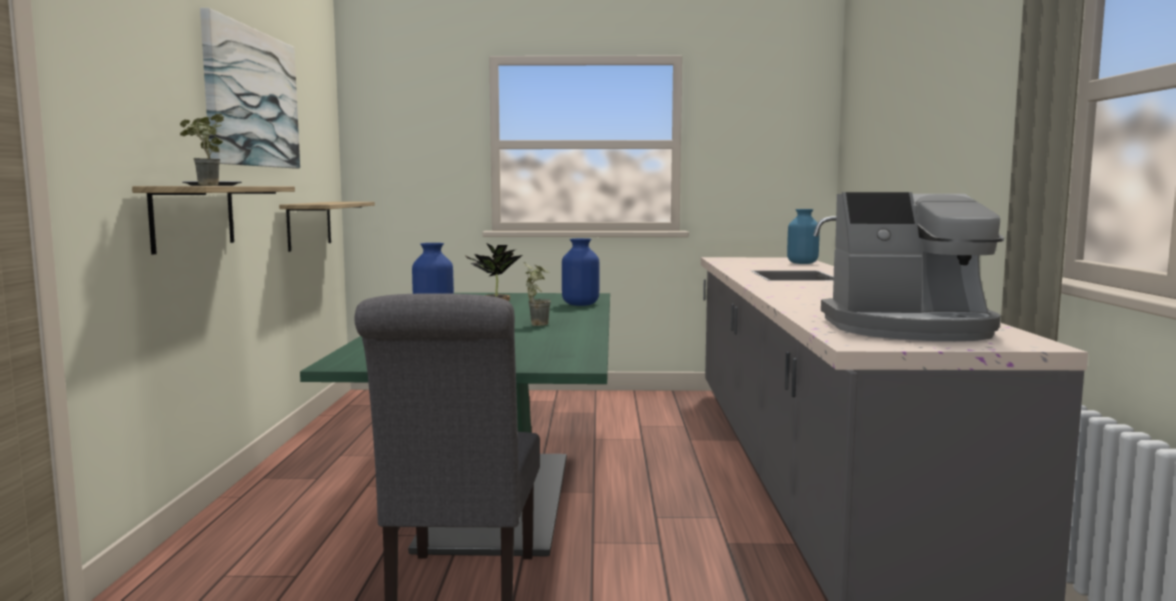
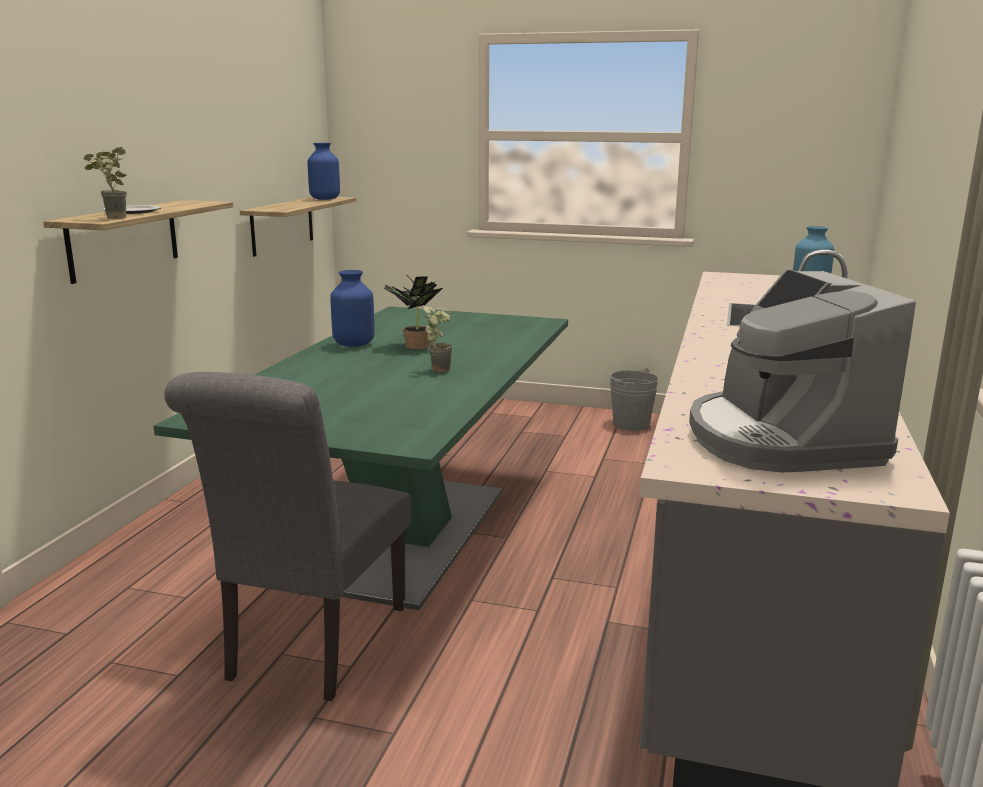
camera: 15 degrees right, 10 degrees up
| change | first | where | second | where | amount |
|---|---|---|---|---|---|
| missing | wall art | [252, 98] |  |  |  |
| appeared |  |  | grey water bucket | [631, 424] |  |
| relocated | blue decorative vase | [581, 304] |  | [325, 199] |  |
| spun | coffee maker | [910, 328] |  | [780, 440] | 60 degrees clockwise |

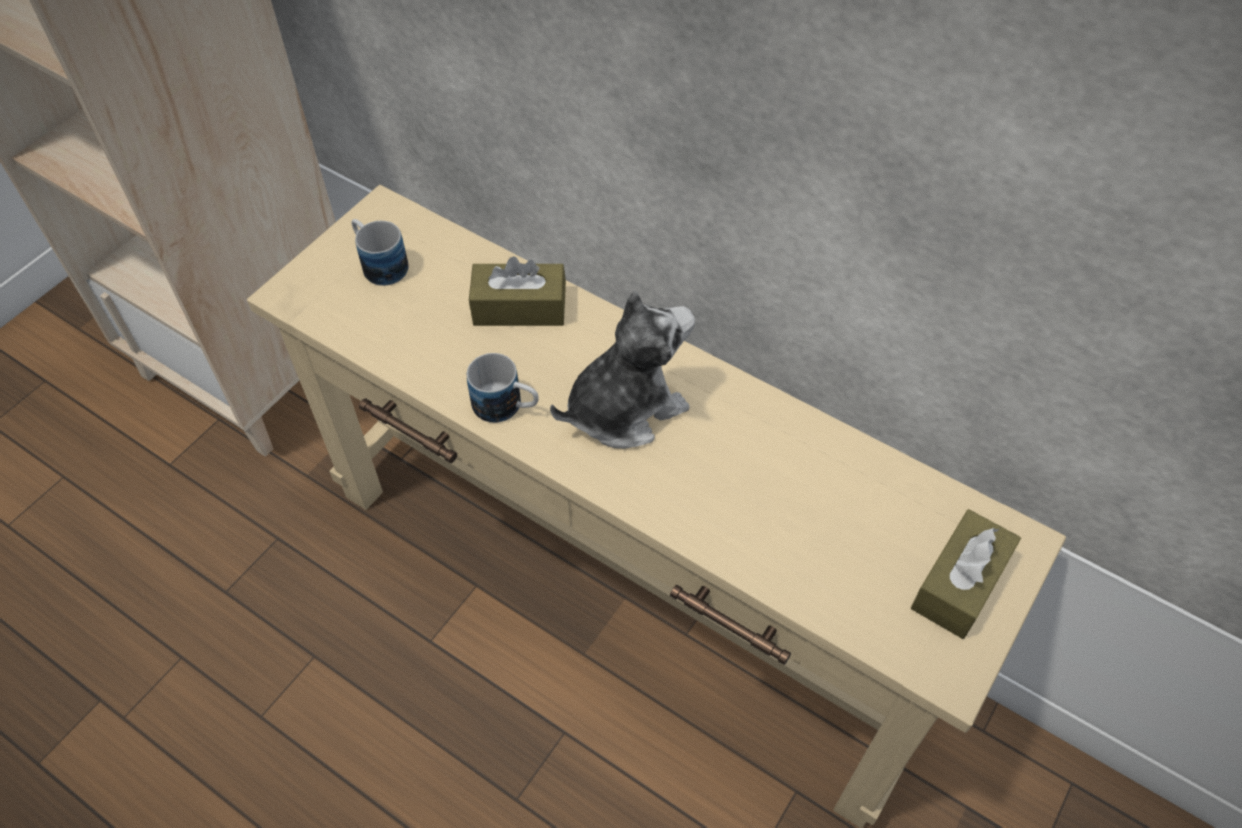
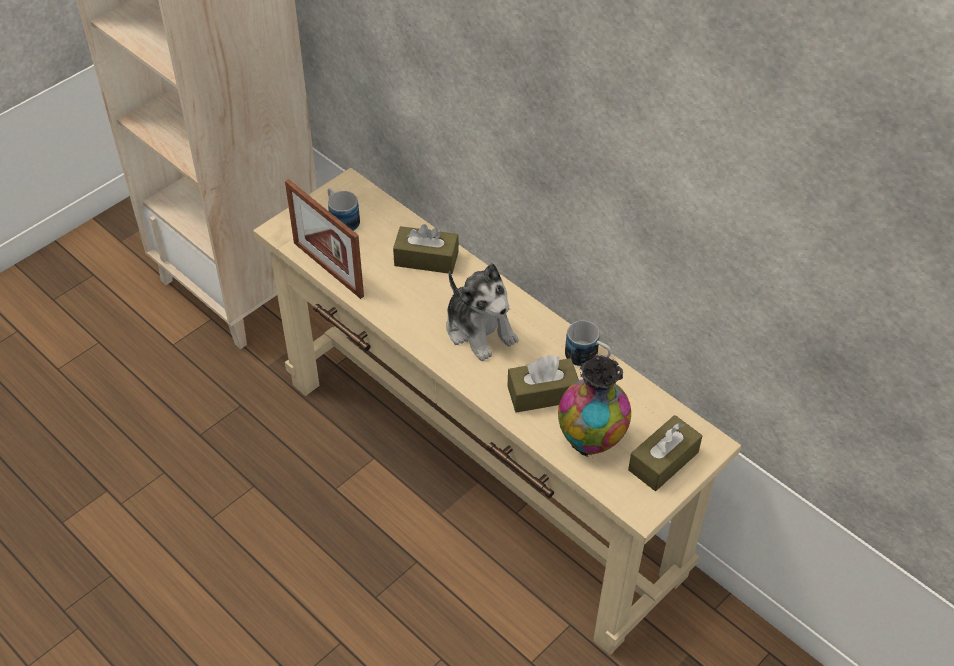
camera: 10 degrees right, 5 degrees down
| change | first | where | second | where | amount |
|---|---|---|---|---|---|
| appeared |  |  | photo frame | [328, 269] |  |
| appeared |  |  | brown-coloured tissue box | [542, 394] |  |
| appeared |  |  | decorative vase | [591, 439] |  |
| relocated | coffee mug | [507, 407] |  | [587, 357] |  |
| spun | cuddly toy | [624, 408] |  | [479, 329] | 75 degrees clockwise |

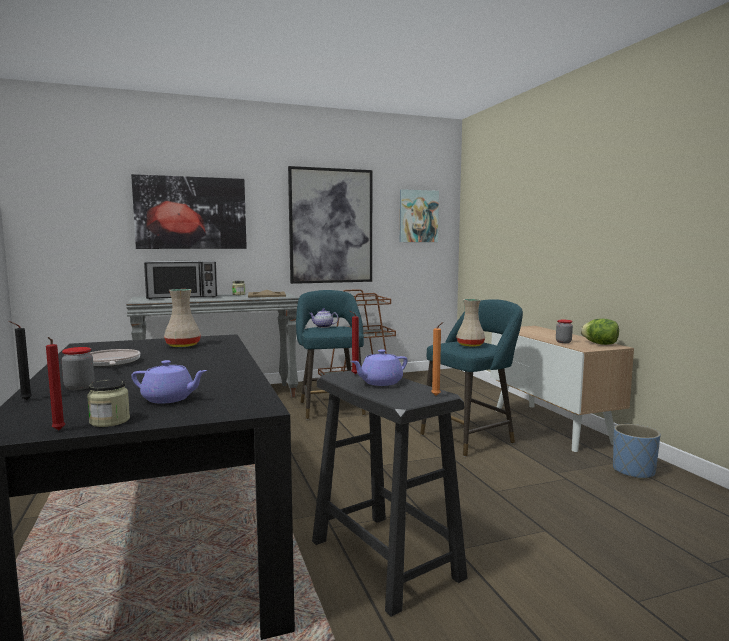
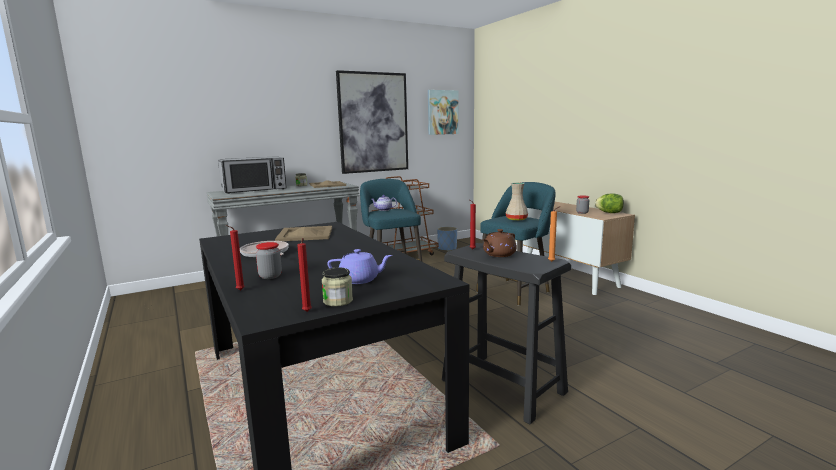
camera: 10 degrees left, 5 degrees up
| change | first | where | second | where | amount |
|---|---|---|---|---|---|
| missing | wall art | [191, 213] |  |  |  |
| relocated | blue flower pot | [633, 471] |  | [447, 248] |  |
| exchanged | beige decorative vase | [182, 345] | beige tray | [305, 234] |  |
| colour | black candle | [24, 400] | reddish candle | [239, 290] |  |
| colour | purplish teapot | [380, 382] | brown-coloured teapot | [498, 254] |  |

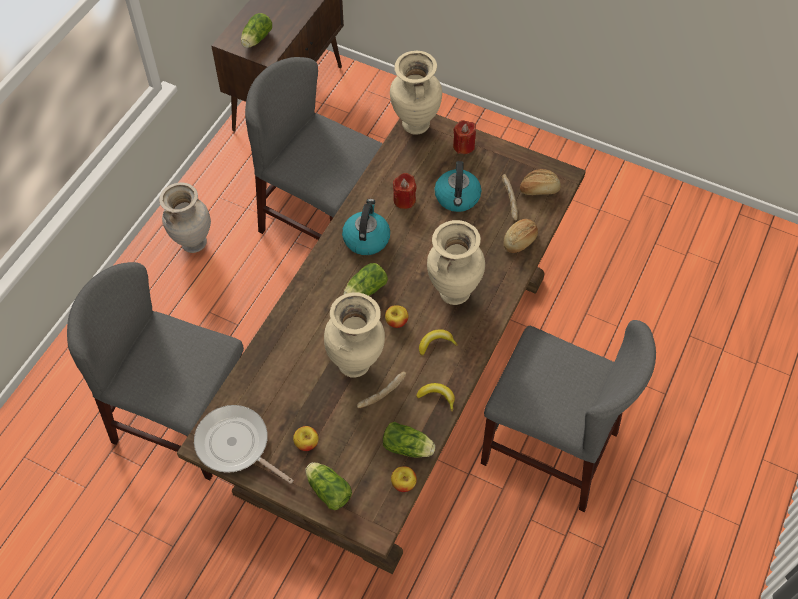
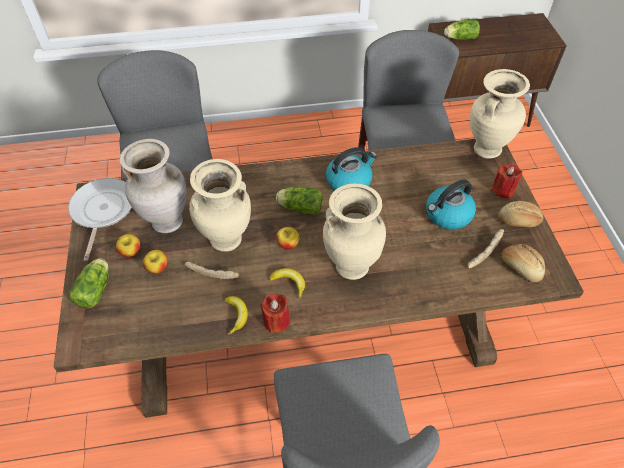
camera: 55 degrees right, 5 degrees down
| change | first | where | second | where | amount |
|---|---|---|---|---|---|
| missing | lettuce | [409, 448] |  |  |  |
| relocated | beige decorative vase | [193, 243] |  | [167, 221] |  |
| relocated | apple fruit | [403, 483] |  | [158, 268] |  |
| relocated | reddish candle | [404, 200] |  | [276, 321] |  |
| relocated | bread | [520, 241] |  | [519, 221] |  |

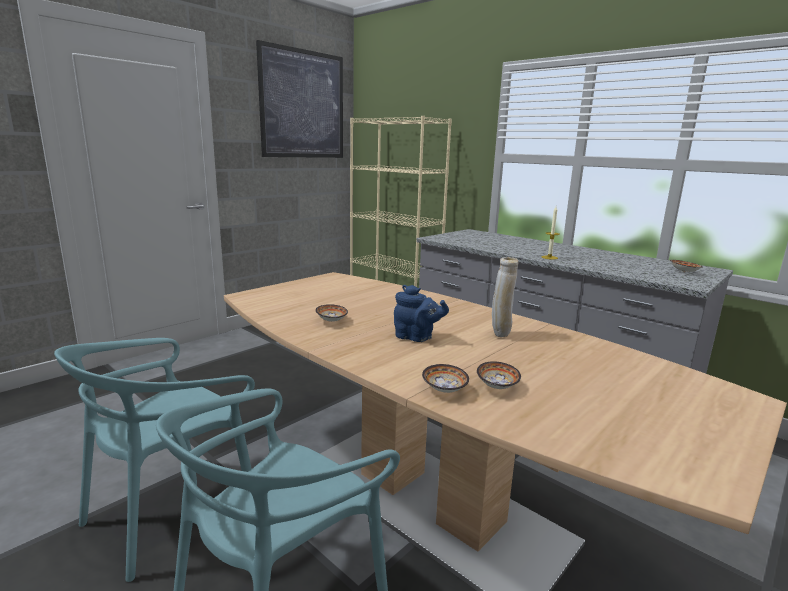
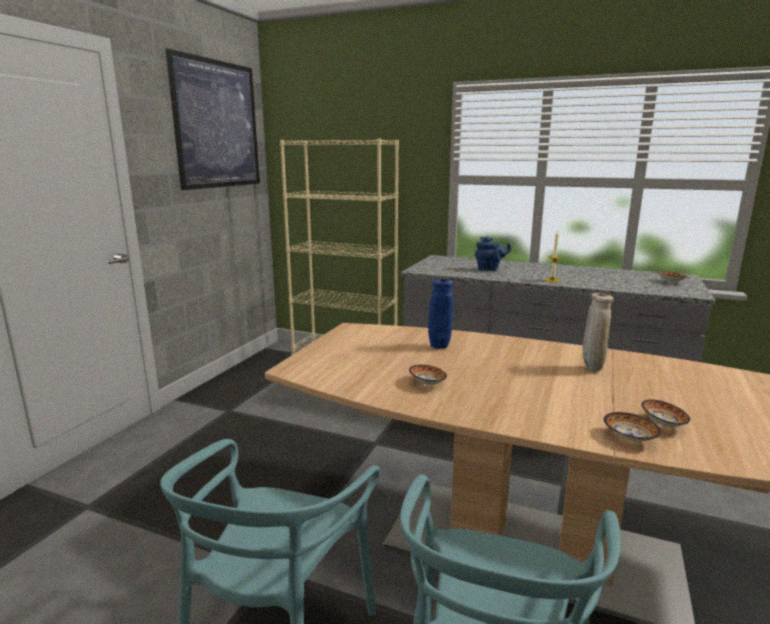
camera: 20 degrees left, 0 degrees up
| change | first | where | second | where | amount |
|---|---|---|---|---|---|
| appeared |  |  | blue decorative vase | [439, 347] |  |
| relocated | blue teapot | [416, 337] |  | [490, 269] |  |

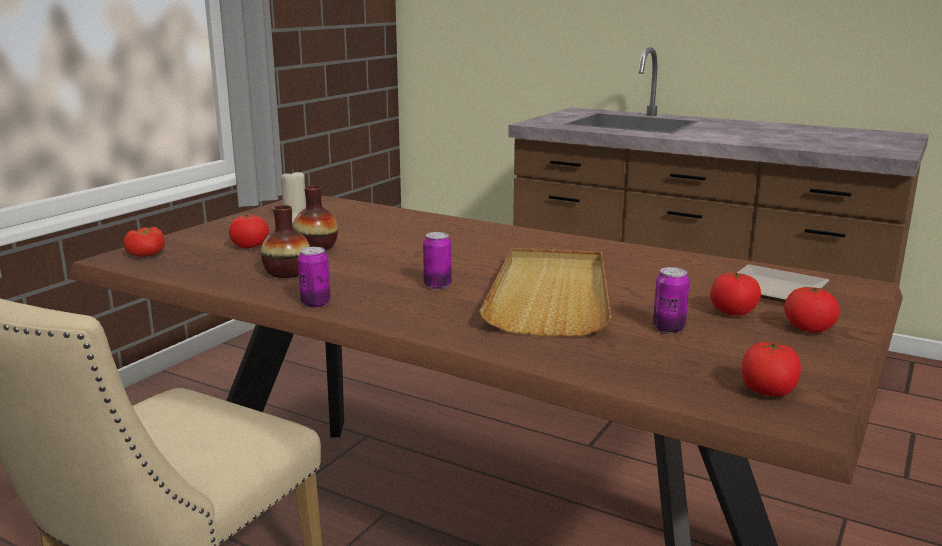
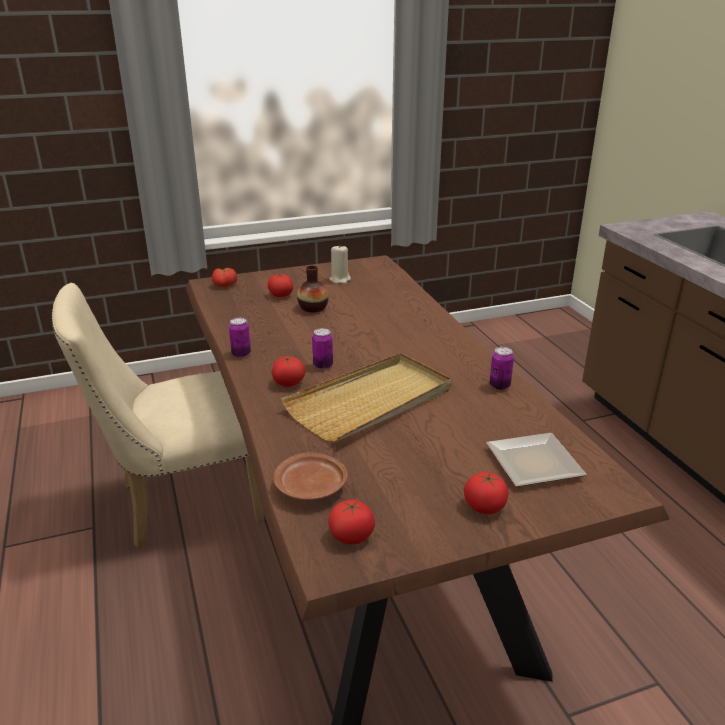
camera: 40 degrees right, 10 degrees up
| change | first | where | second | where | amount |
|---|---|---|---|---|---|
| missing | decorative vase | [287, 272] |  |  |  |
| appeared |  |  | brown-coloured plate | [311, 488] |  |
| relocated | metal can | [668, 328] |  | [499, 386] |  |
| relocated | tomato | [733, 312] |  | [289, 383] |  |

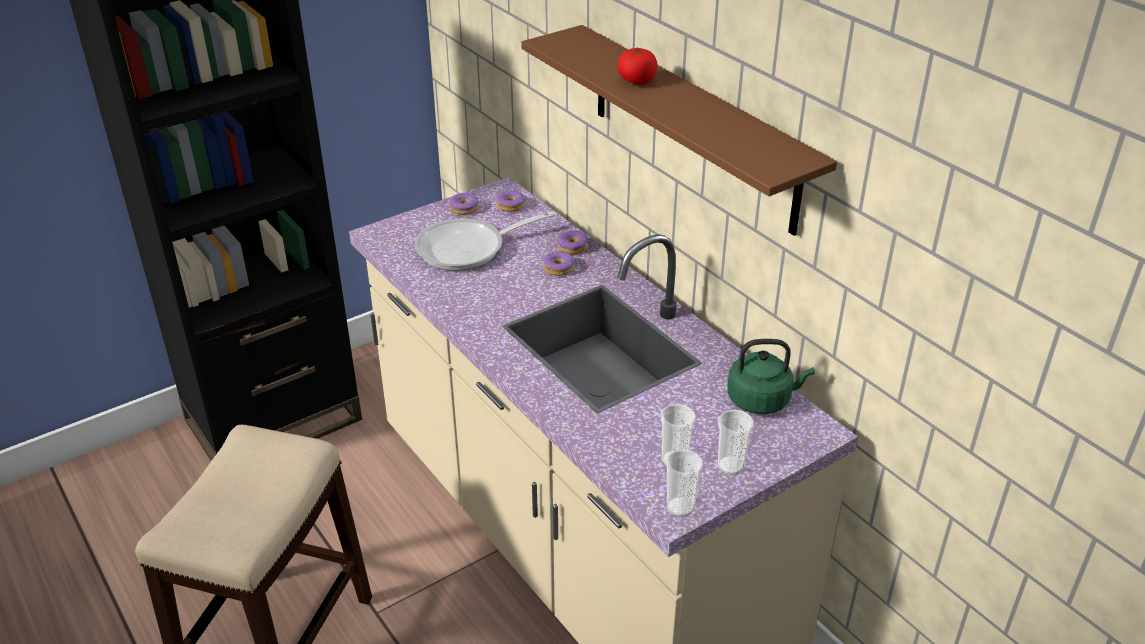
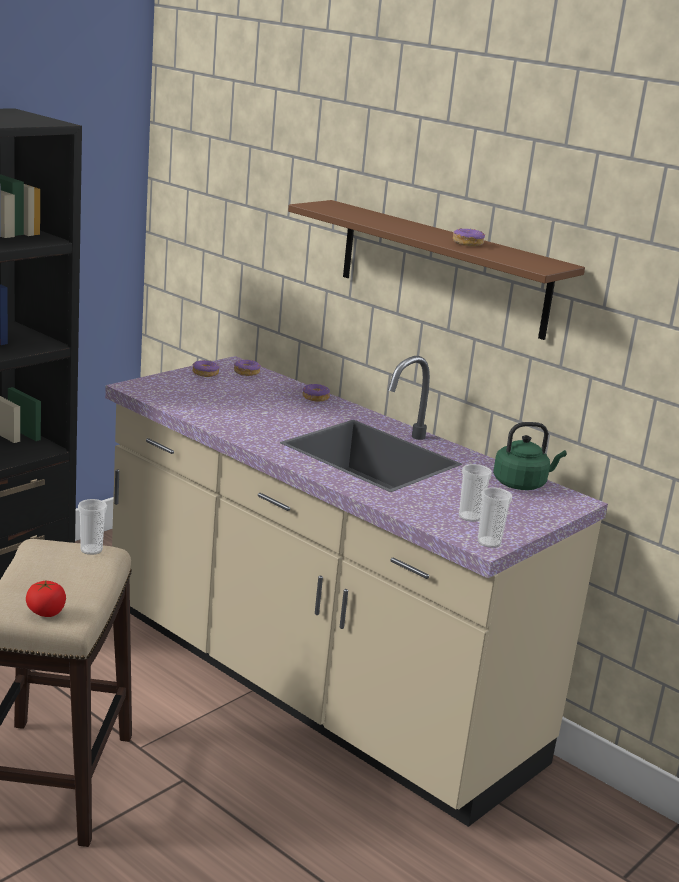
camera: 15 degrees left, 15 degrees down
| change | first | where | second | where | amount |
|---|---|---|---|---|---|
| missing | skillet | [468, 249] |  |  |  |
| relocated | doughnut | [558, 268] |  | [467, 243] |  |
| relocated | tomato | [637, 81] |  | [46, 612] |  |
| relocated | cup | [730, 466] |  | [91, 550] |  |

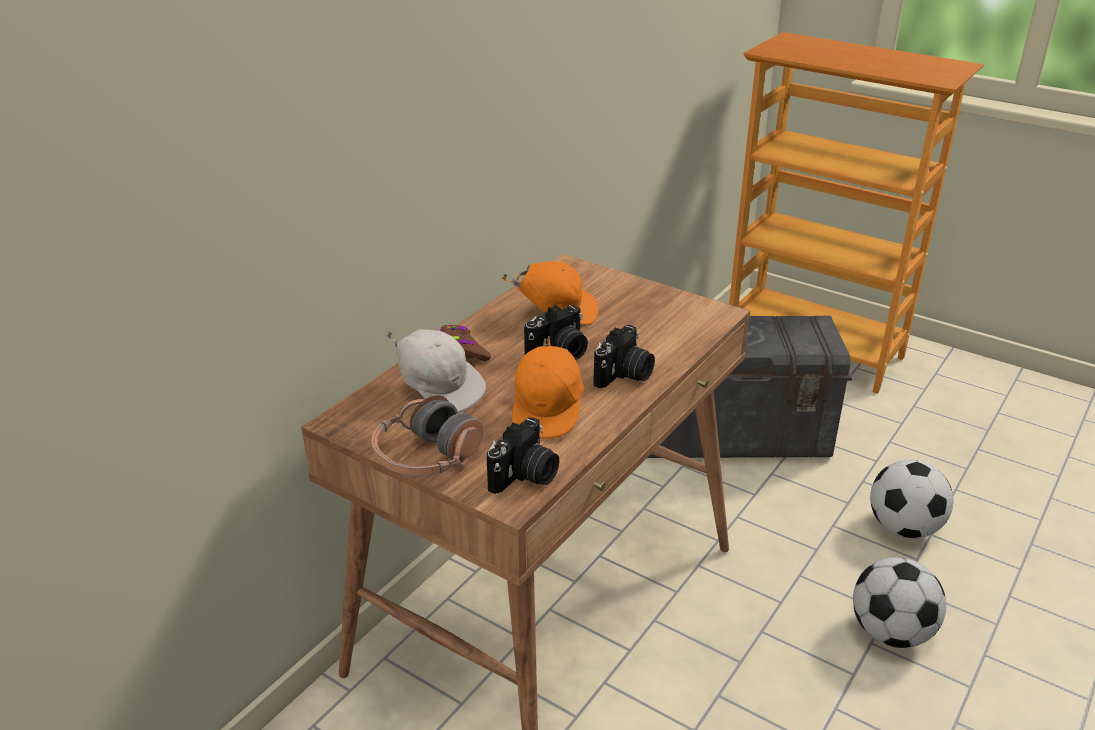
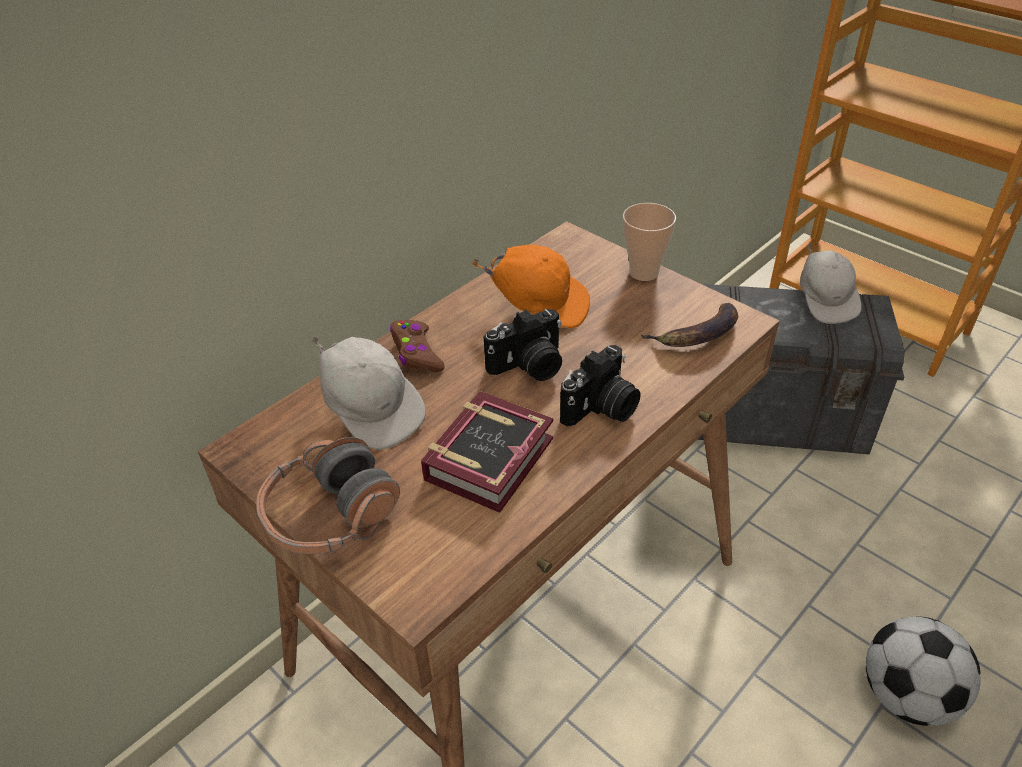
camera: 10 degrees right, 10 degrees up
| change | first | where | second | where | amount |
|---|---|---|---|---|---|
| missing | photo camera | [525, 476] |  |  |  |
| missing | football | [904, 528] |  |  |  |
| appeared |  |  | cup | [644, 272] |  |
| appeared |  |  | whole banana | [697, 334] |  |
| appeared |  |  | white peaked cap | [825, 301] |  |
| exchanged | orange-coloured peaked cap | [548, 411] | book | [495, 457] |  |

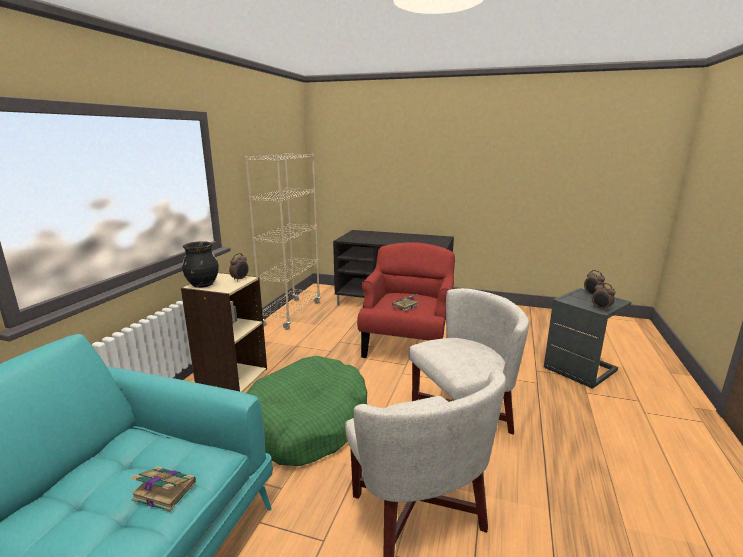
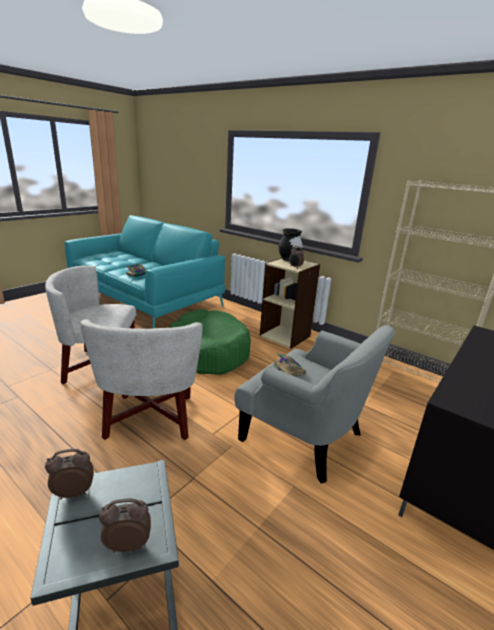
camera: 110 degrees right, 5 degrees up
| change | first | where | second | where | amount |
|---|---|---|---|---|---|
| colour | reddish lounge chair | [407, 345] | grey lounge chair | [305, 436] |  |

